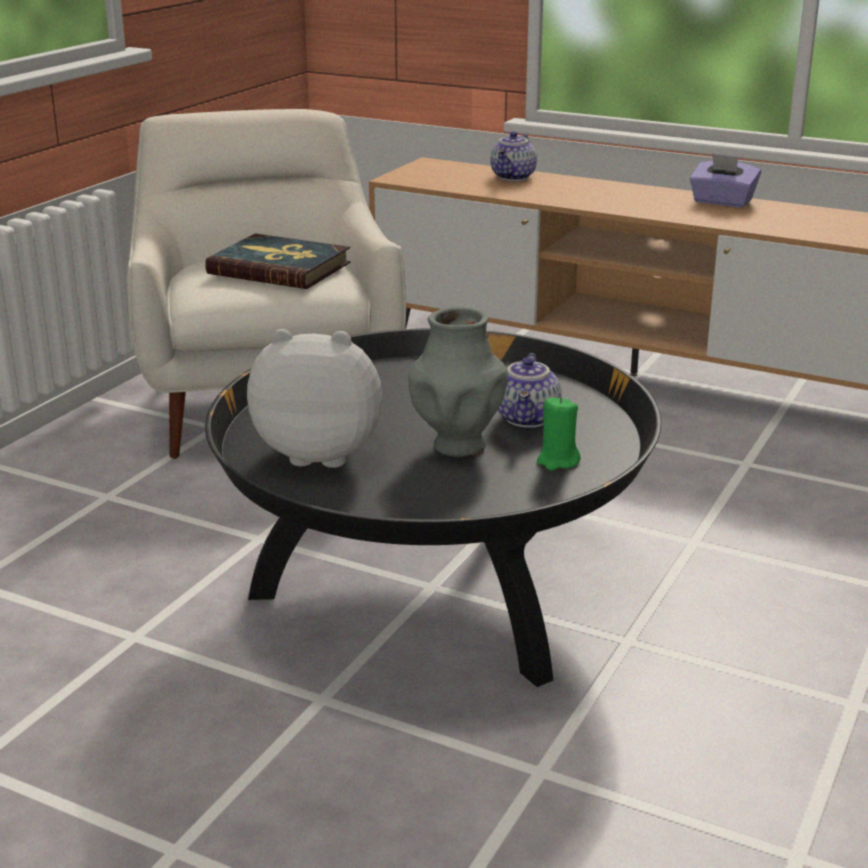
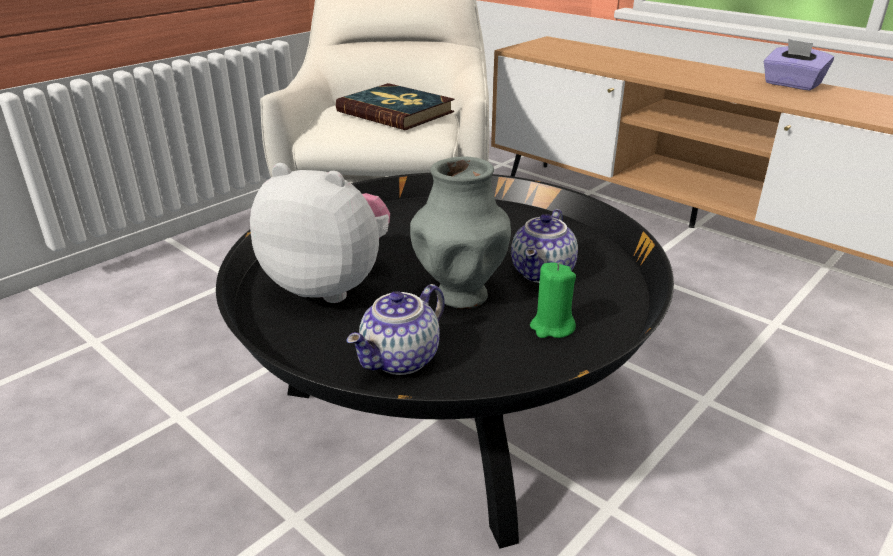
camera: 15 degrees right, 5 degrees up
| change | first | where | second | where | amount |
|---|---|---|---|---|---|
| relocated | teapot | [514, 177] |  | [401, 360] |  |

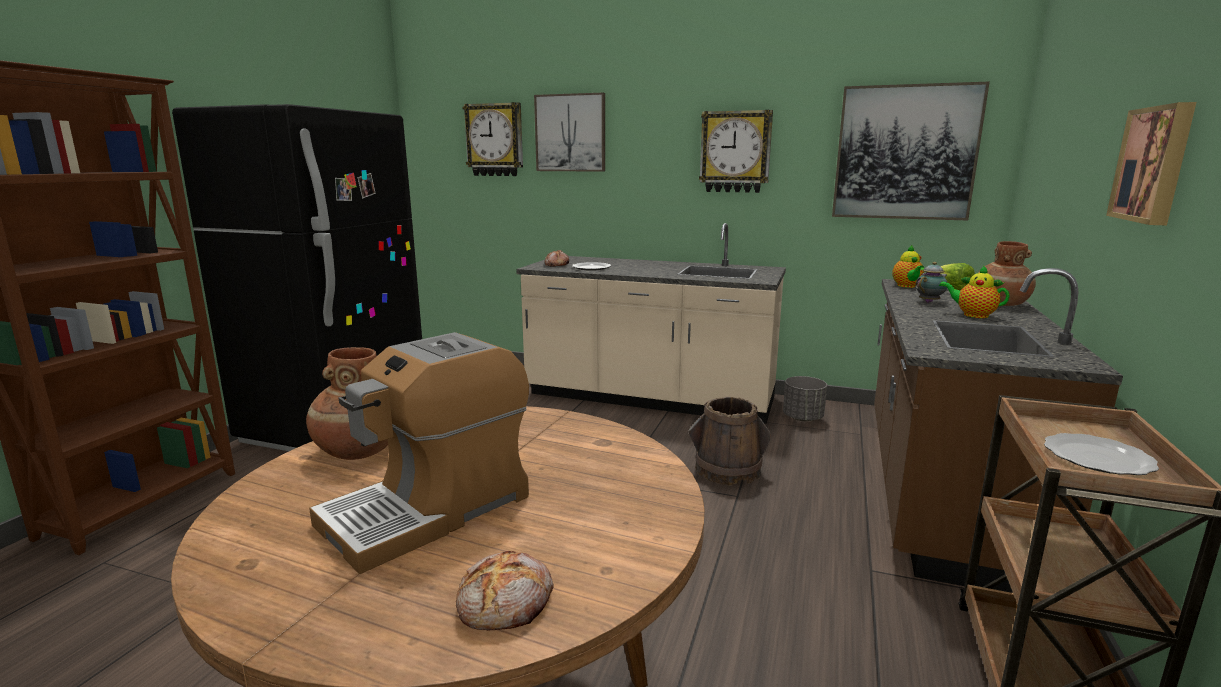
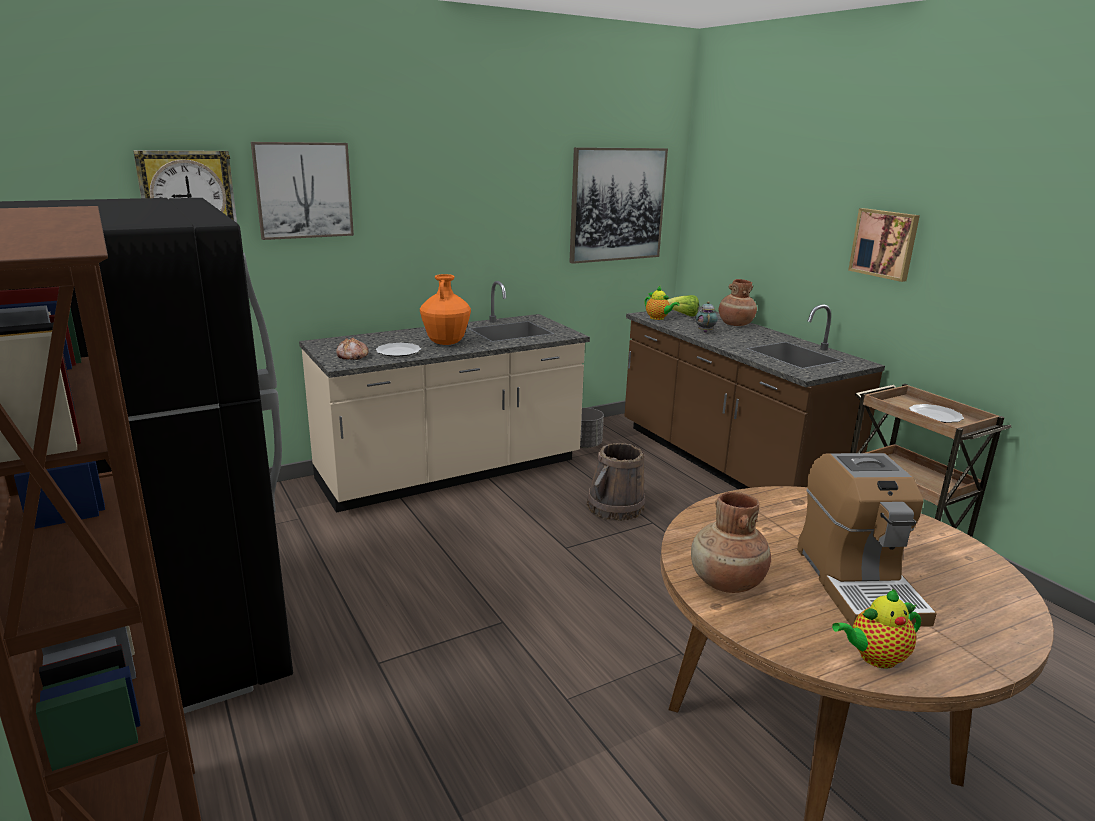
camera: 50 degrees left, 5 degrees up
| change | first | where | second | where | amount |
|---|---|---|---|---|---|
| missing | bread | [507, 603] |  |  |  |
| missing | wall clock | [735, 152] |  |  |  |
| appeared |  |  | orange-coloured decorative vase | [446, 343] |  |
| relocated | teapot | [972, 315] |  | [874, 657] |  |

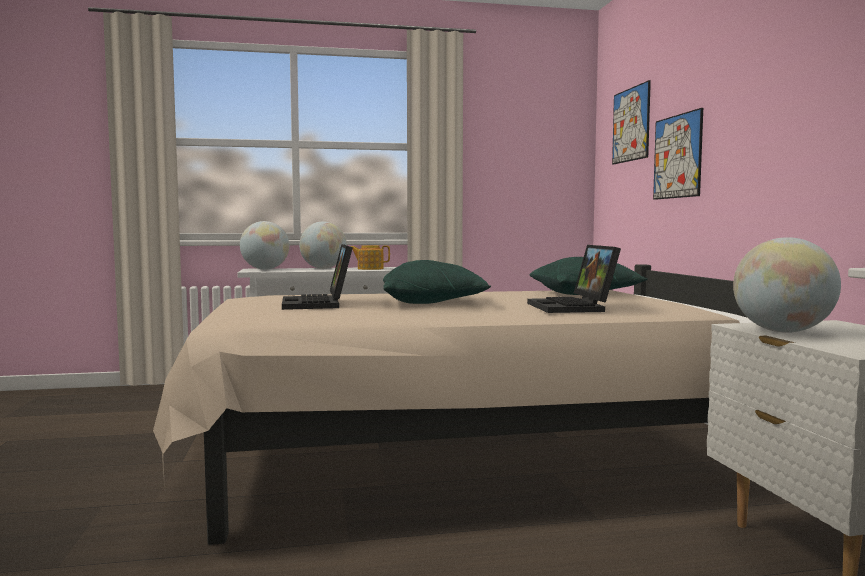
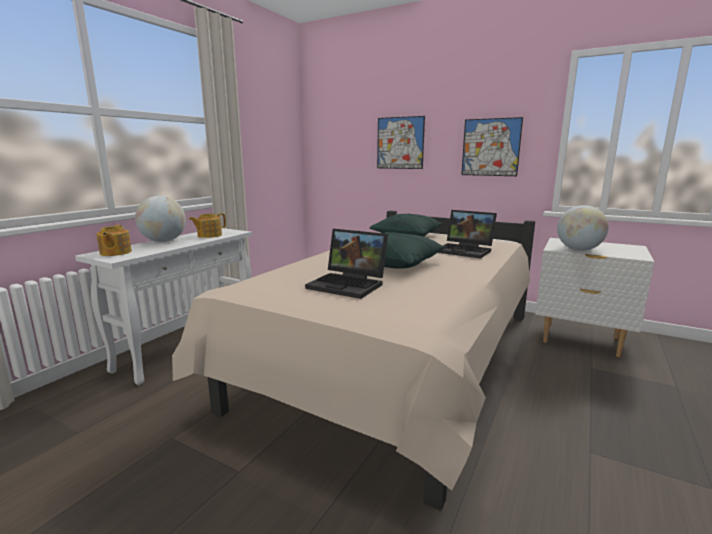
camera: 50 degrees left, 10 degrees up
| change | first | where | second | where | amount |
|---|---|---|---|---|---|
| relocated | wall art | [631, 124] |  | [490, 147] |  |
| exchanged | globe | [265, 269] | teapot | [115, 253] |  |

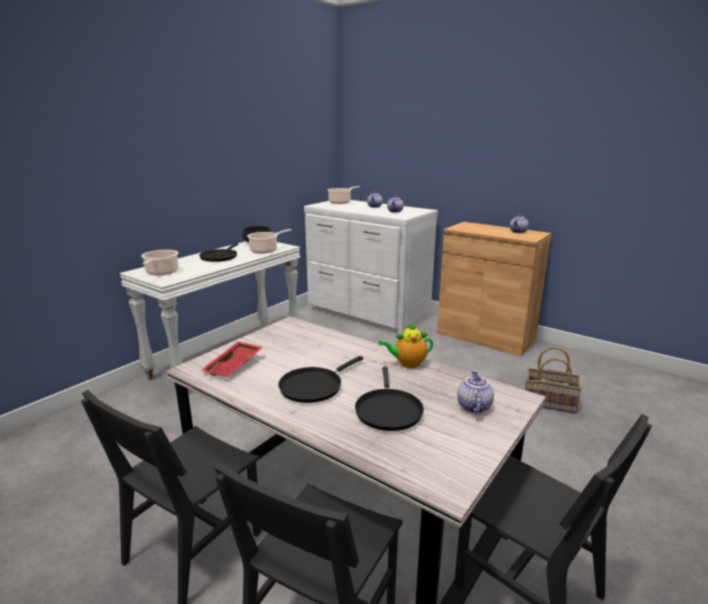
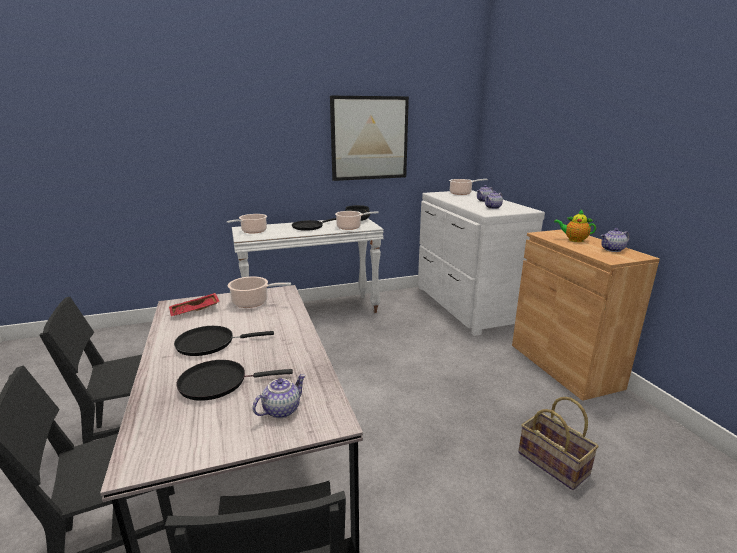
camera: 35 degrees right, 0 degrees up
| change | first | where | second | where | amount |
|---|---|---|---|---|---|
| appeared |  |  | stockpot | [252, 302] |  |
| appeared |  |  | wall art | [369, 138] |  |
| relocated | teapot | [407, 363] |  | [574, 240] |  |
| spun | black skillet | [388, 410] |  | [218, 382] | 45 degrees clockwise |

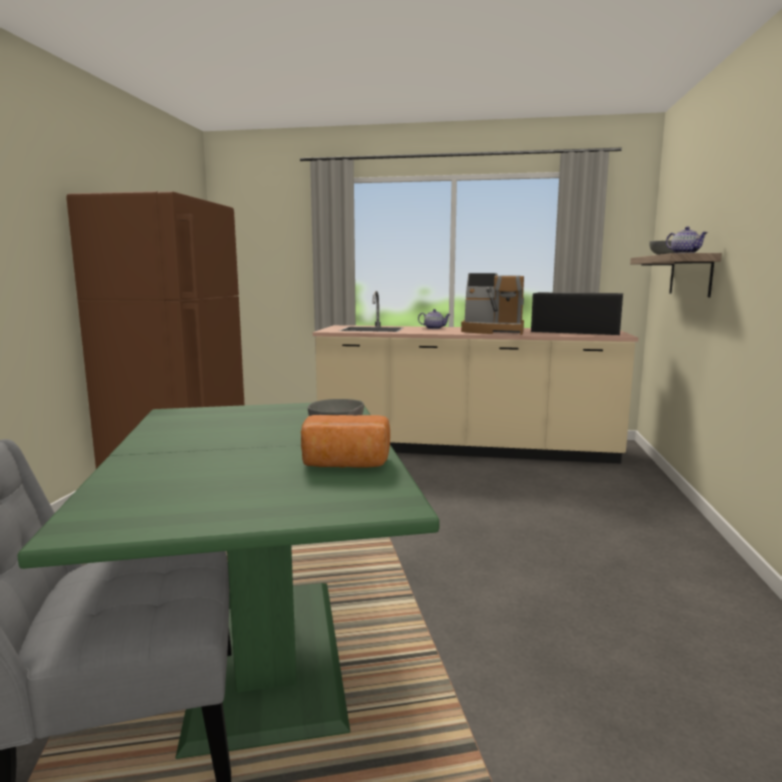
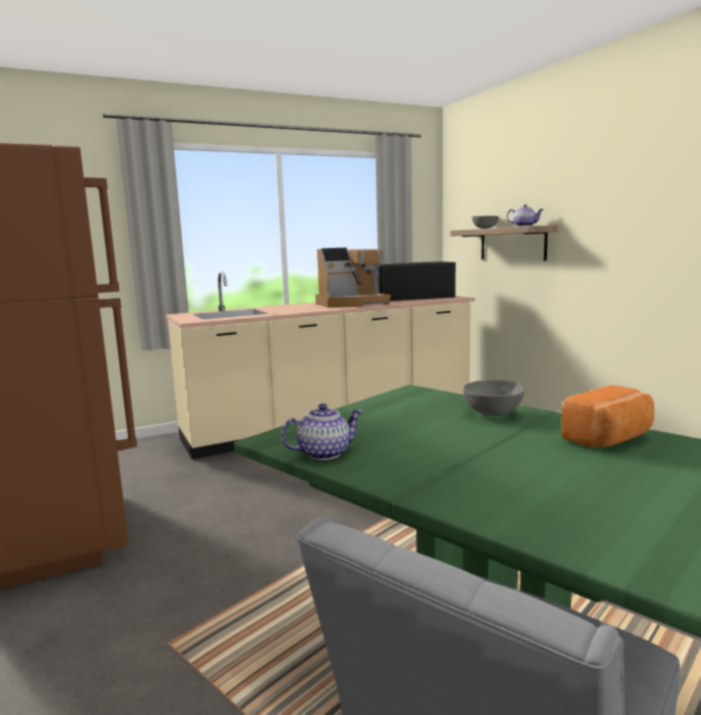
camera: 35 degrees left, 0 degrees up
| change | first | where | second | where | amount |
|---|---|---|---|---|---|
| relocated | teapot | [434, 328] |  | [324, 453] |  |

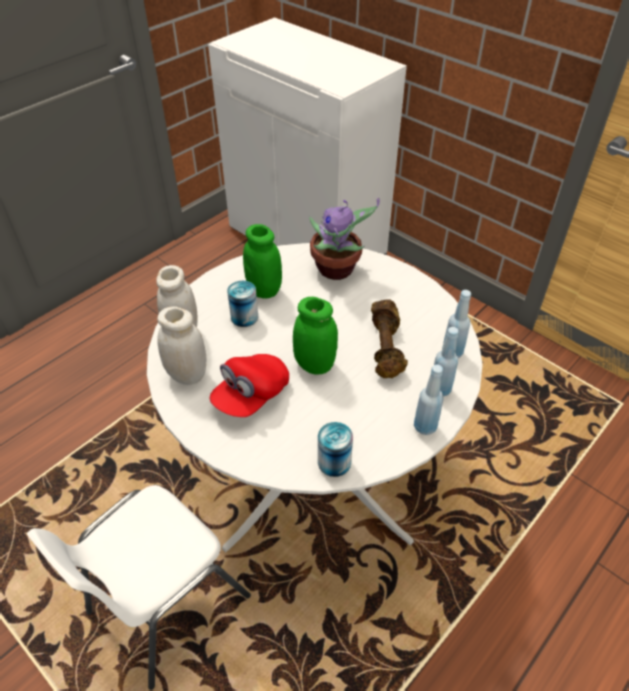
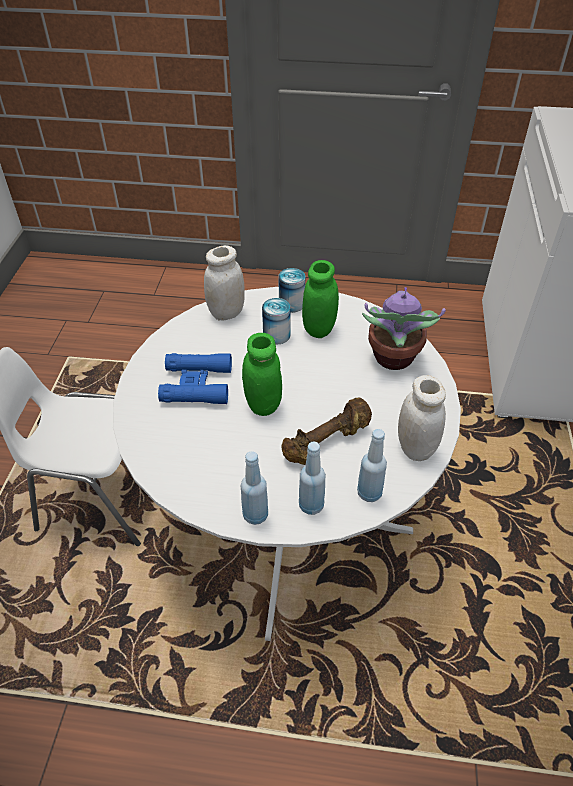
camera: 55 degrees right, 0 degrees up
| change | first | where | second | where | amount |
|---|---|---|---|---|---|
| relocated | white storage jar | [187, 374] |  | [415, 448] |  |
| relocated | metal can | [334, 462] |  | [291, 304] |  |
| exchanged | reddish peaked cap | [251, 395] | blue pair of binoculars | [197, 384] |  |

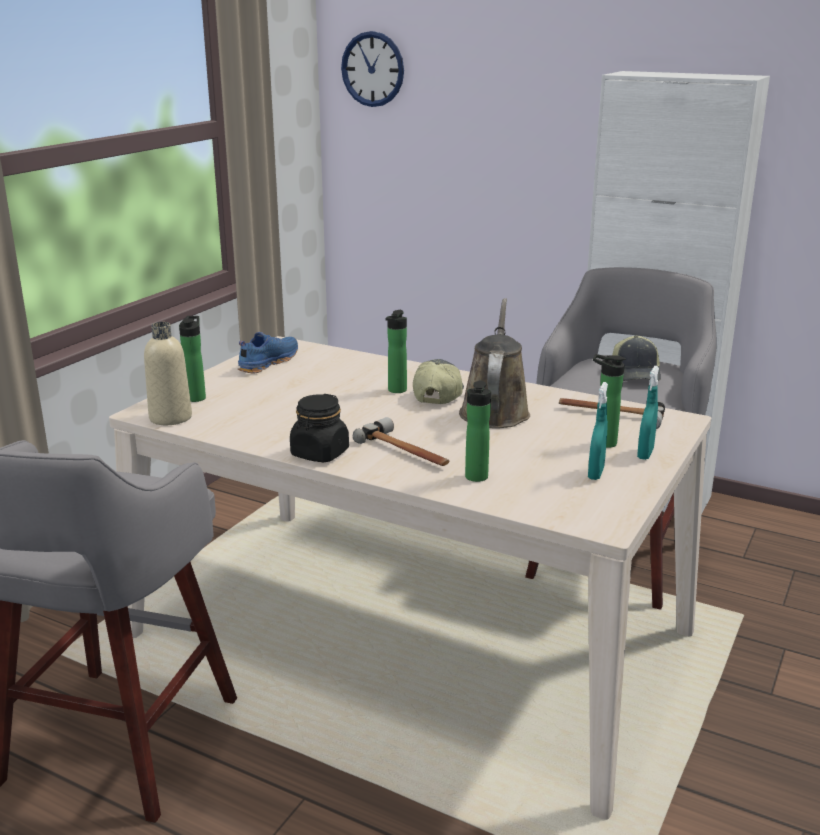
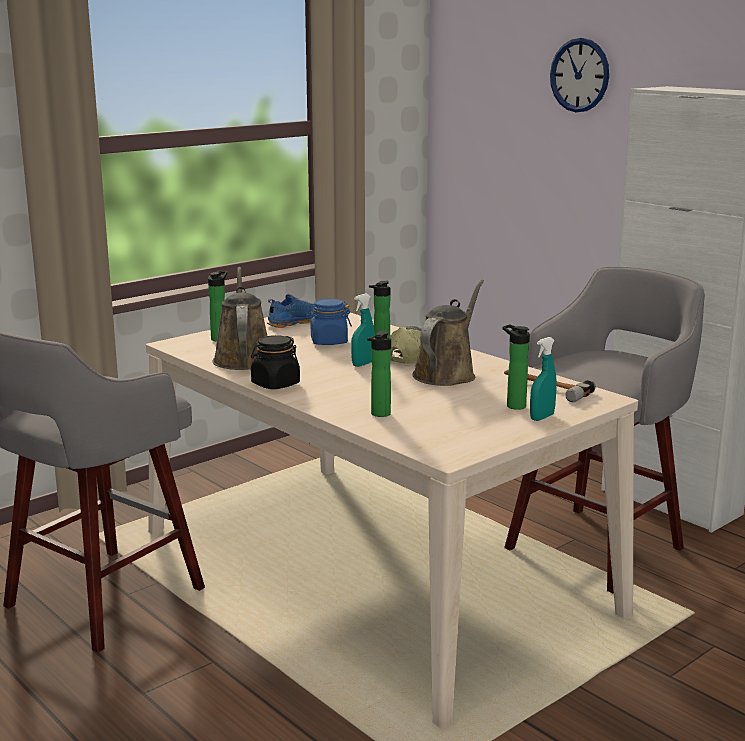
camera: 20 degrees right, 5 degrees down
| change | first | where | second | where | amount |
|---|---|---|---|---|---|
| missing | beige drink bottle | [170, 418] |  |  |  |
| missing | hammer | [406, 451] |  |  |  |
| missing | peaked cap | [636, 373] |  |  |  |
| appeared |  |  | brown-coloured sprinkling can | [242, 359] |  |
| appeared |  |  | blue storage jar | [328, 342] |  |
| relocated | wall clock | [372, 69] |  | [579, 75] |  |
| relocated | blue-green hand sprayer | [595, 473] |  | [363, 364] |  |

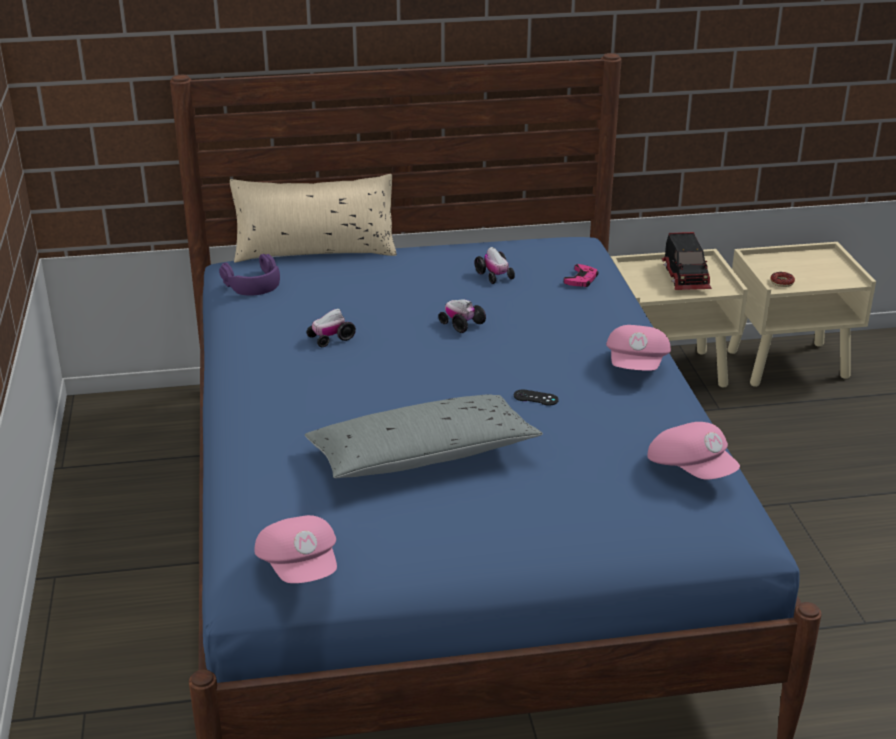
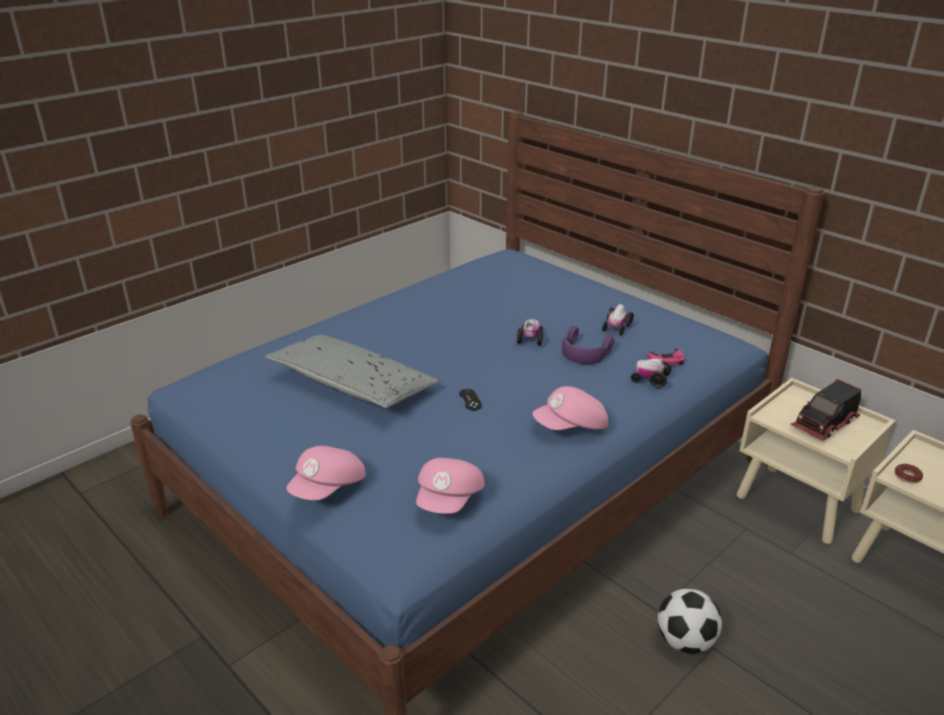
camera: 55 degrees right, 0 degrees up
| change | first | where | second | where | amount |
|---|---|---|---|---|---|
| missing | beige cushion | [315, 250] |  |  |  |
| appeared |  |  | football | [685, 642] |  |
| relocated | purplish pair of headphones | [253, 283] |  | [585, 352] |  |
| relocated | pinkish peaked cap | [300, 567] |  | [328, 488] |  |
| relocated | miniature car | [331, 338] |  | [650, 380] |  |

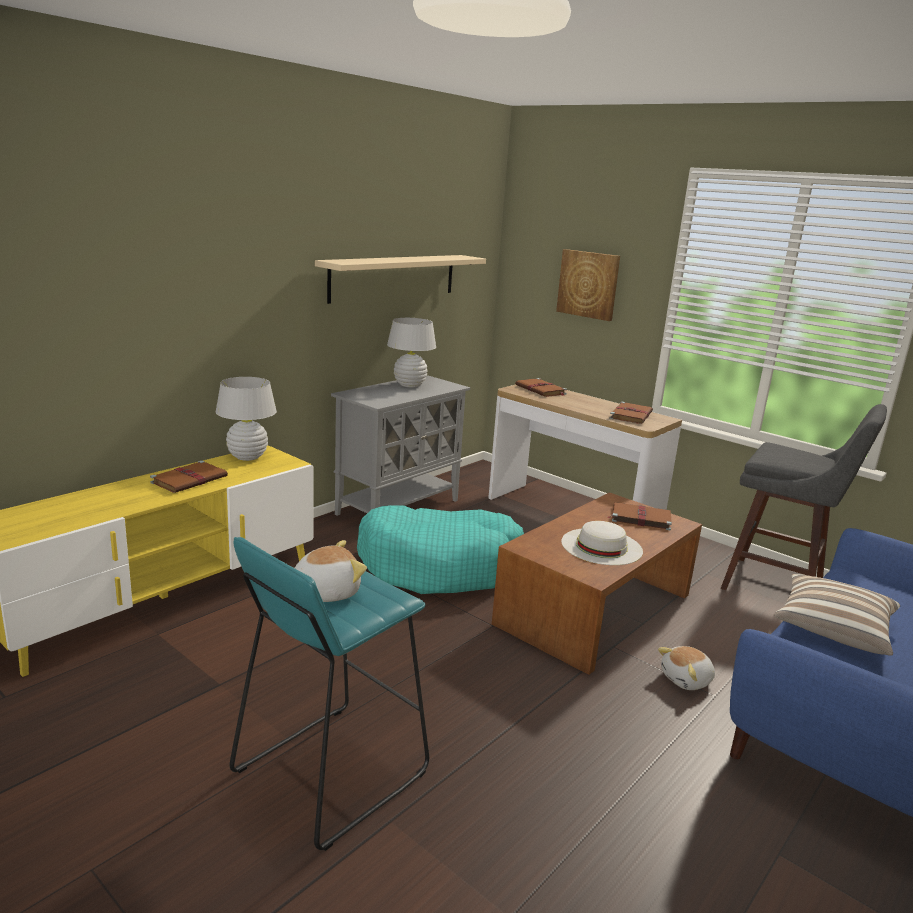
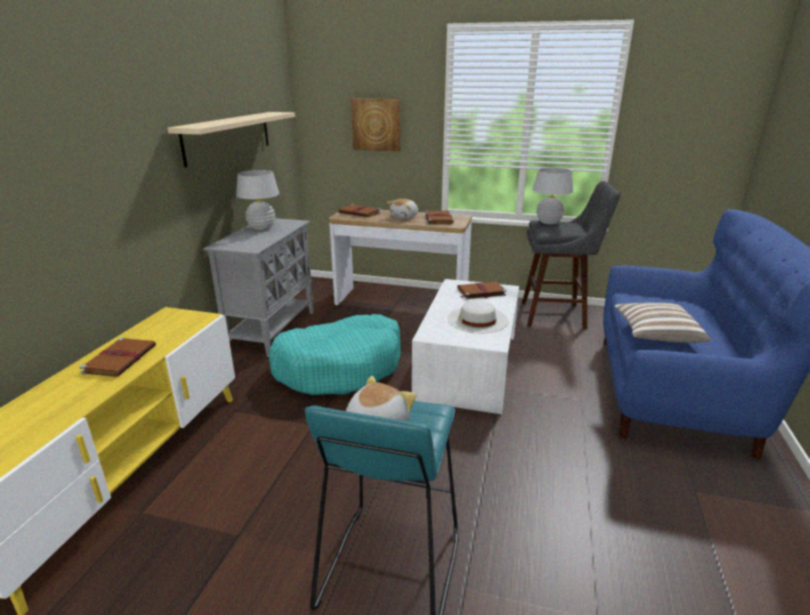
camera: 25 degrees left, 5 degrees up
| change | first | where | second | where | amount |
|---|---|---|---|---|---|
| relocated | white table lamp | [247, 457] |  | [548, 222] |  |
| relocated | cuddly toy | [687, 680] |  | [405, 217] |  |
| colour | brown-coloured low table | [595, 609] | white low table | [469, 365] |  |

